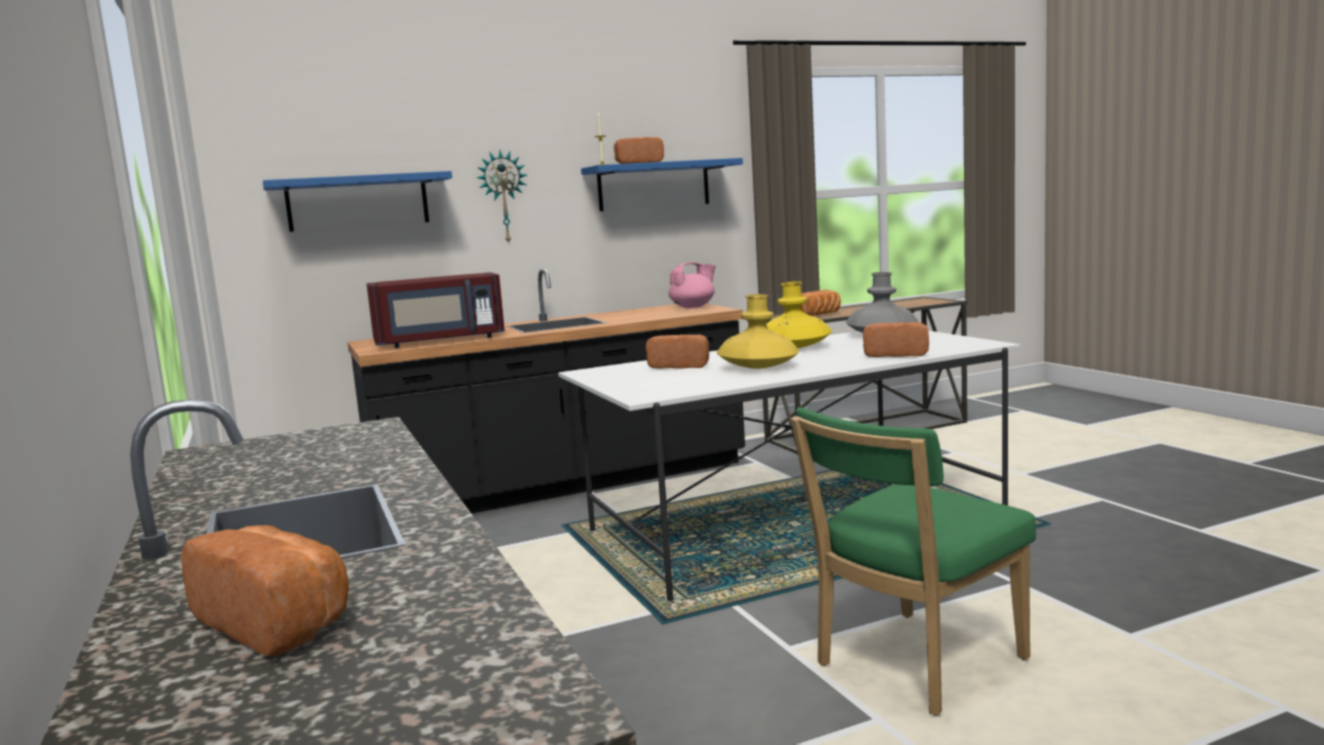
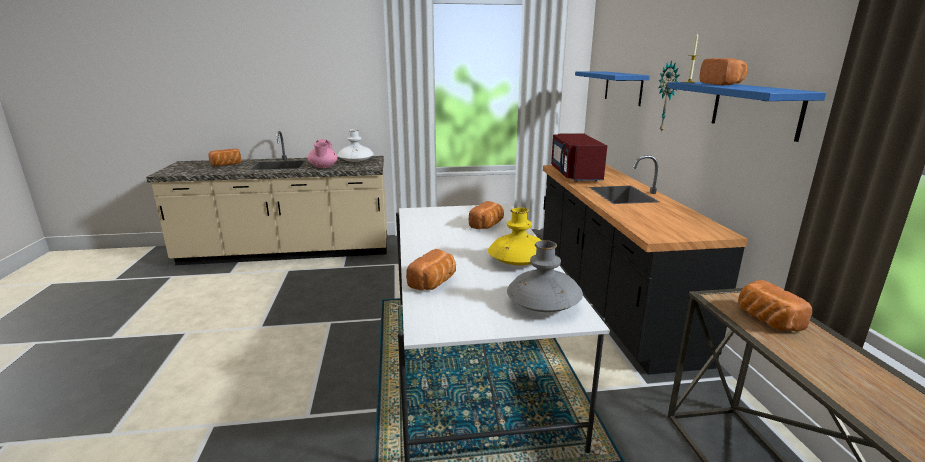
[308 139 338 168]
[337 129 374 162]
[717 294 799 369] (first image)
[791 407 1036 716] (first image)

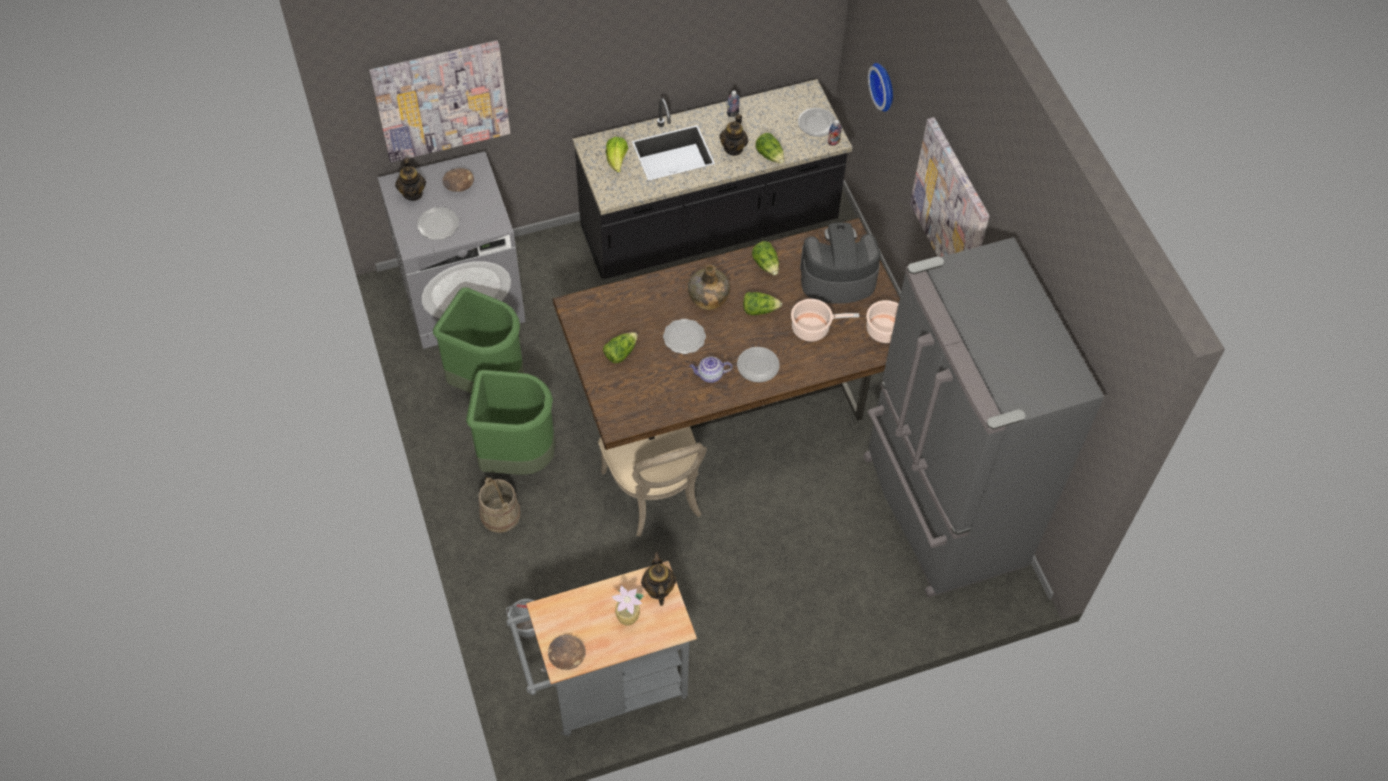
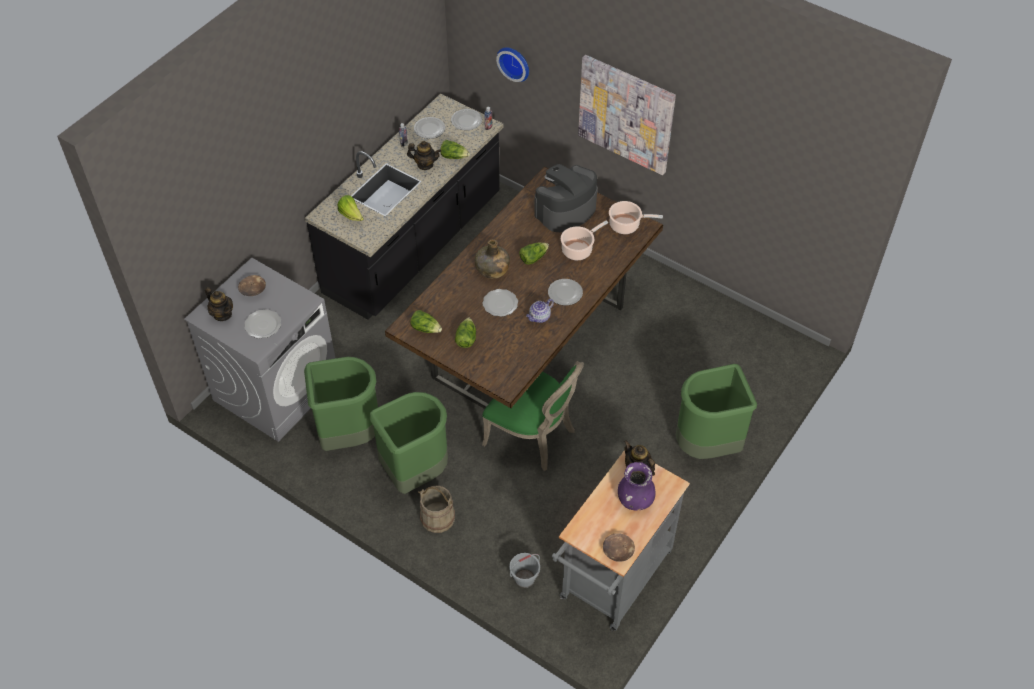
[407 141 441 170]
[410 310 442 333]
[414 117 445 139]
[482 361 584 471]
[618 462 655 510]
[676 364 757 459]
[369 40 510 162] (first image)
[863 237 1104 598] (first image)

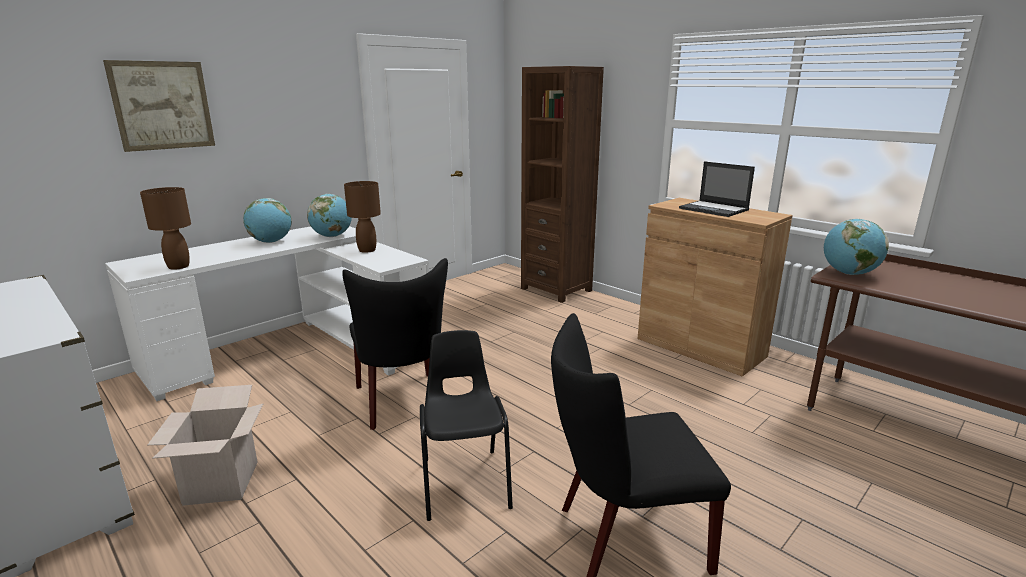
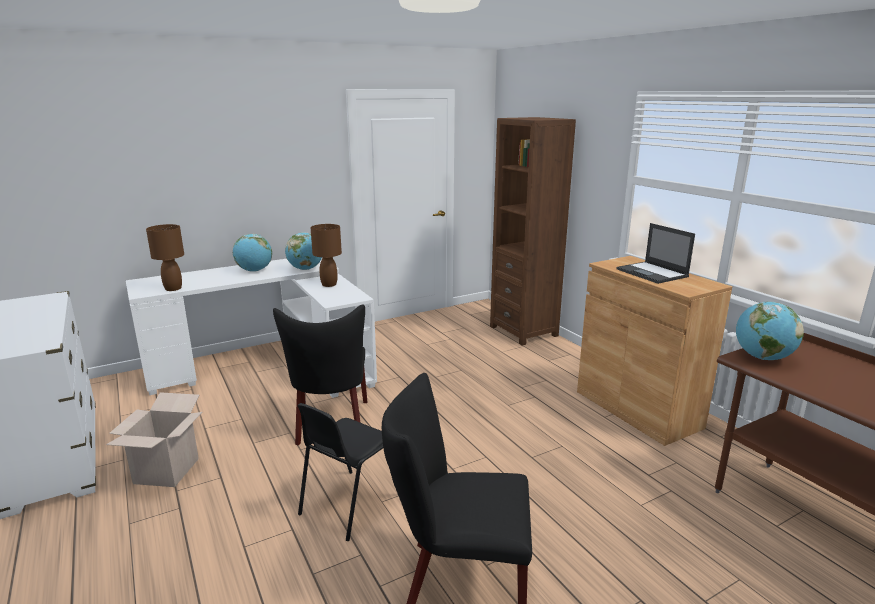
[298 403 383 541]
[103 60 215 152] (first image)

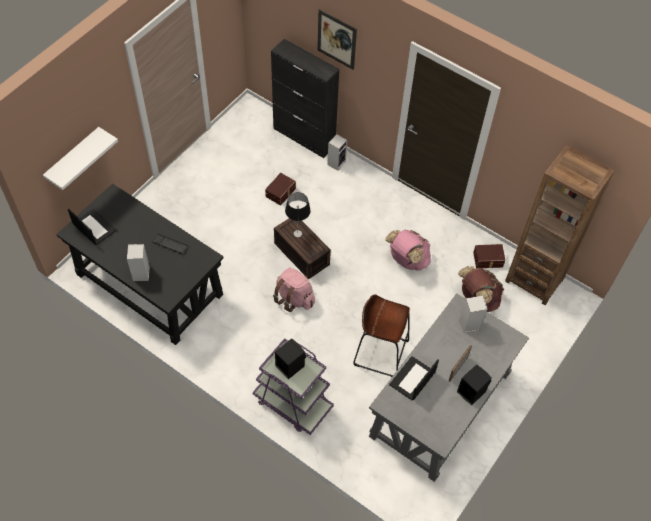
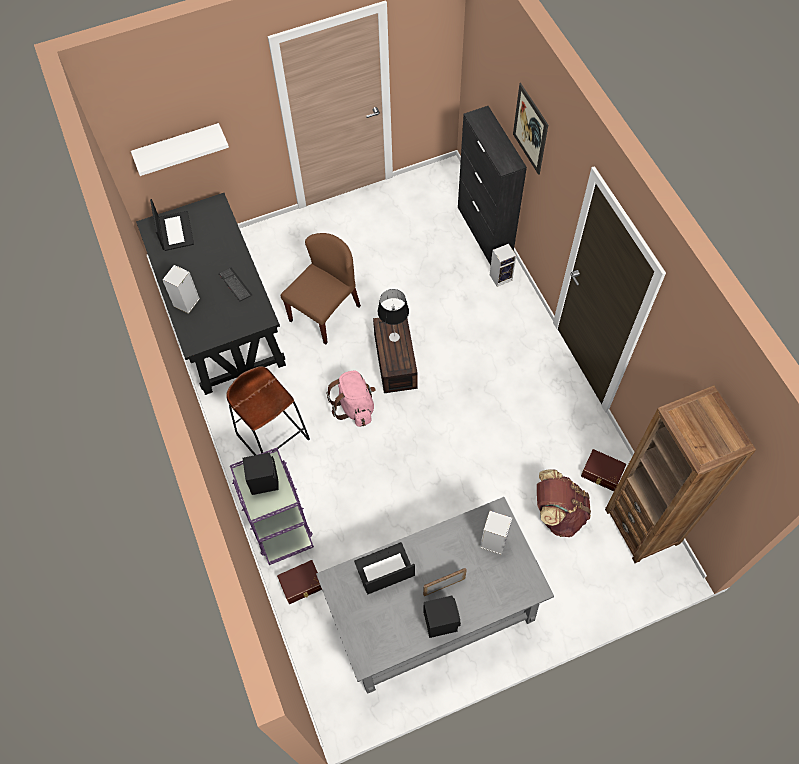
[226 366 310 455]
[277 560 322 604]
[281 233 361 344]
[385 230 431 271] (first image)

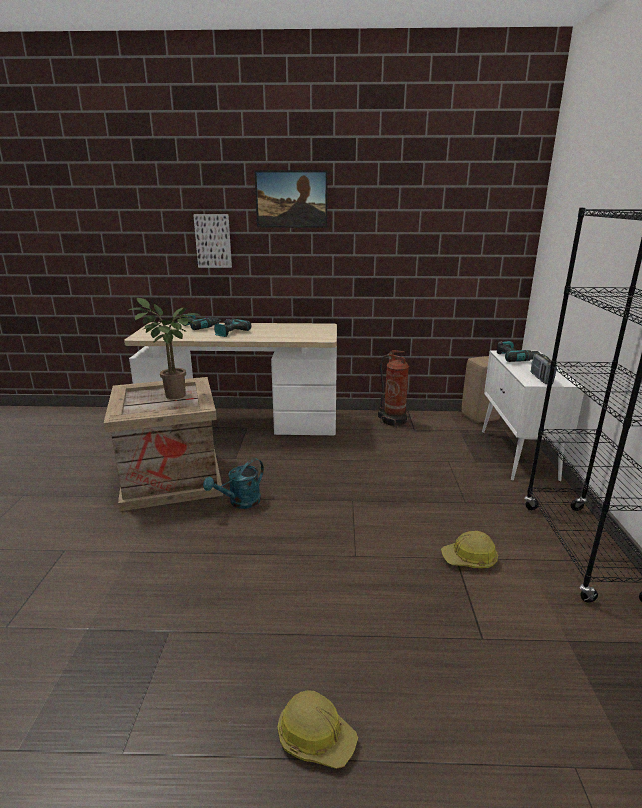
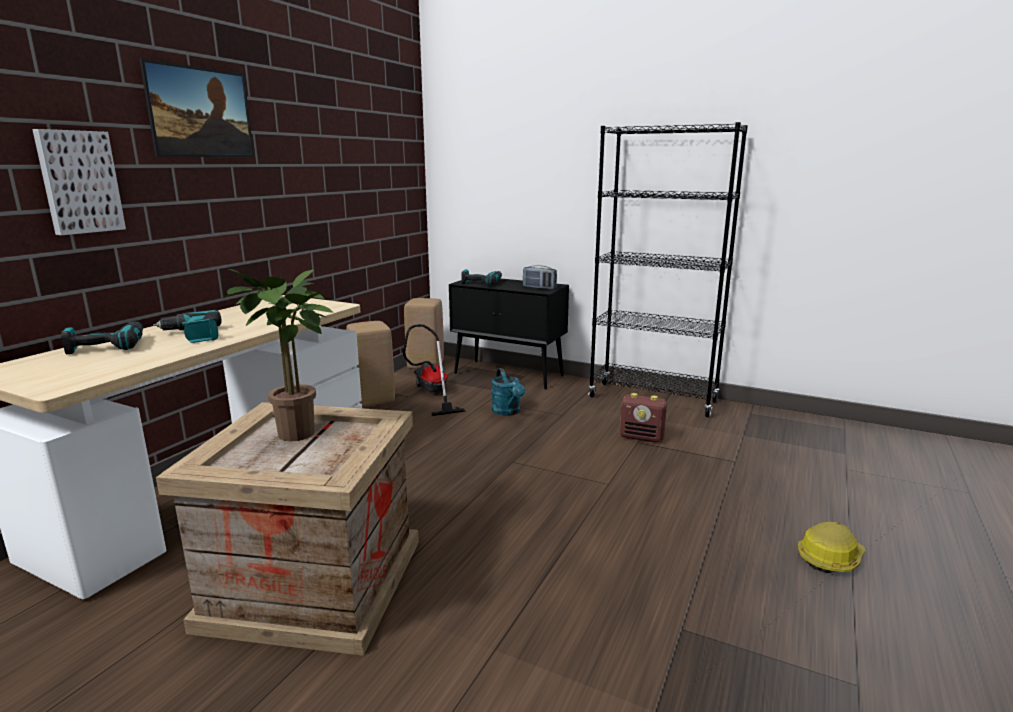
[346 321 395 407]
[403 324 466 416]
[449 278 569 390]
[492 368 525 416]
[619 393 667 442]

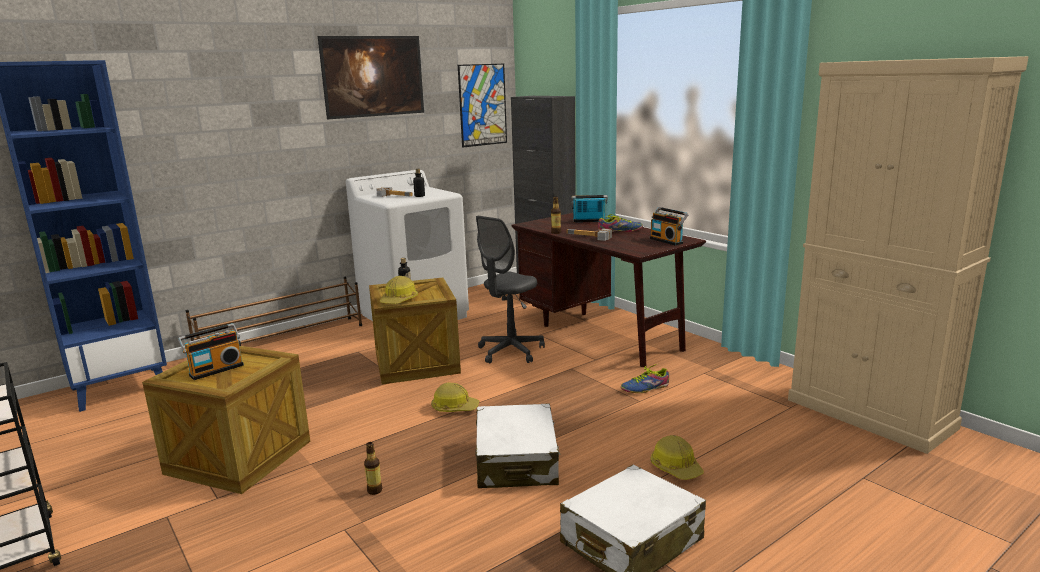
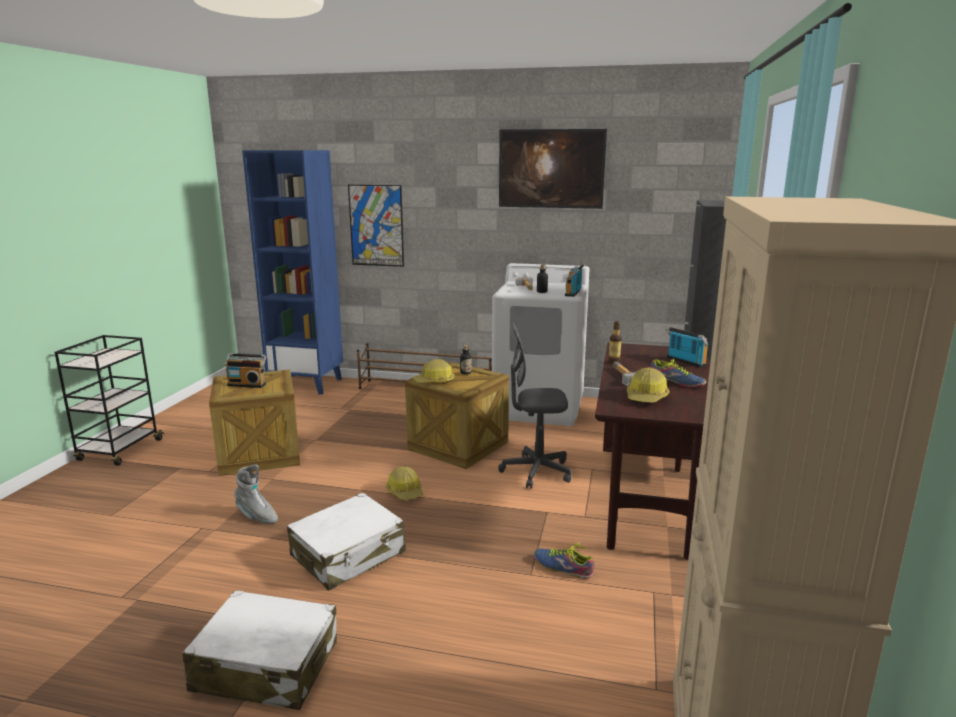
[234 464 278 524]
[348 184 404 267]
[565 263 585 297]
[627 367 670 403]

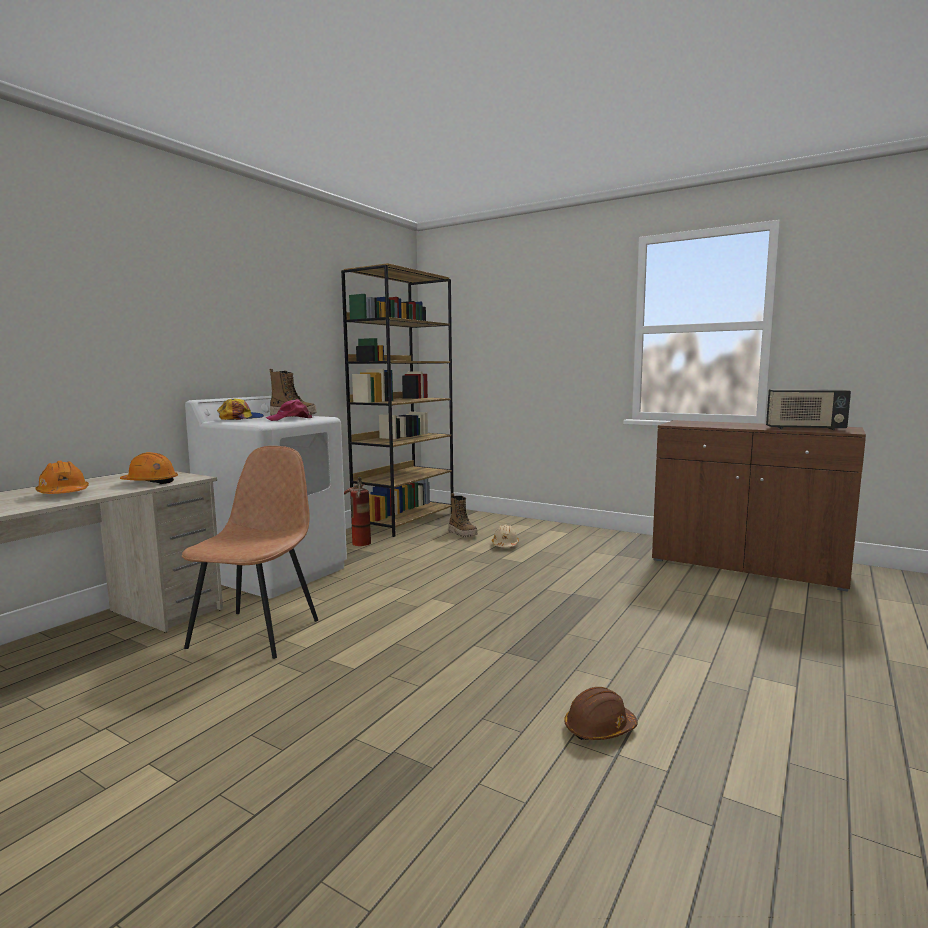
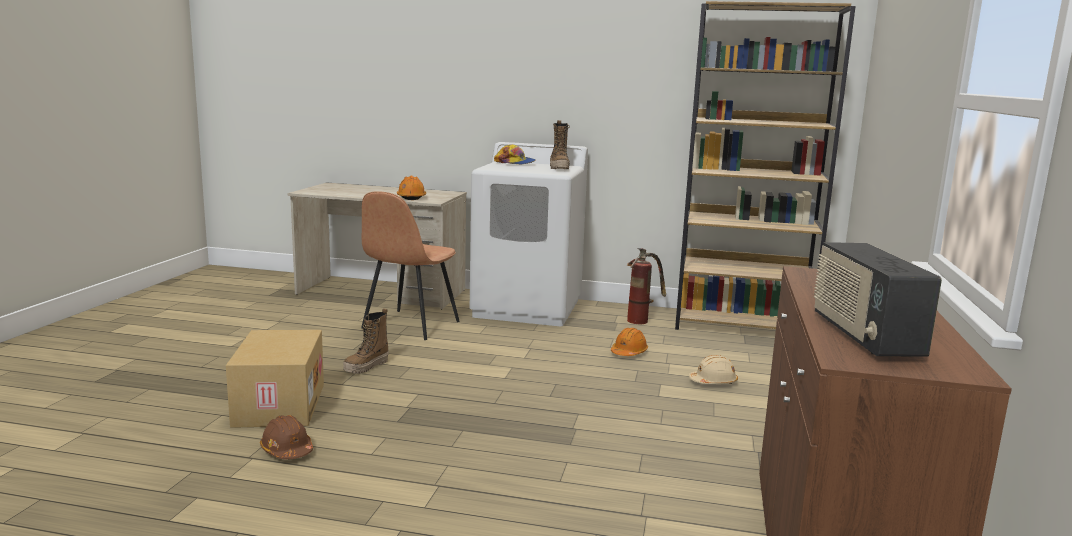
[226 330 324 428]
[343 308 389 374]
[361 191 459 340]
[611 328 648 356]
[266 399 312 421] (first image)

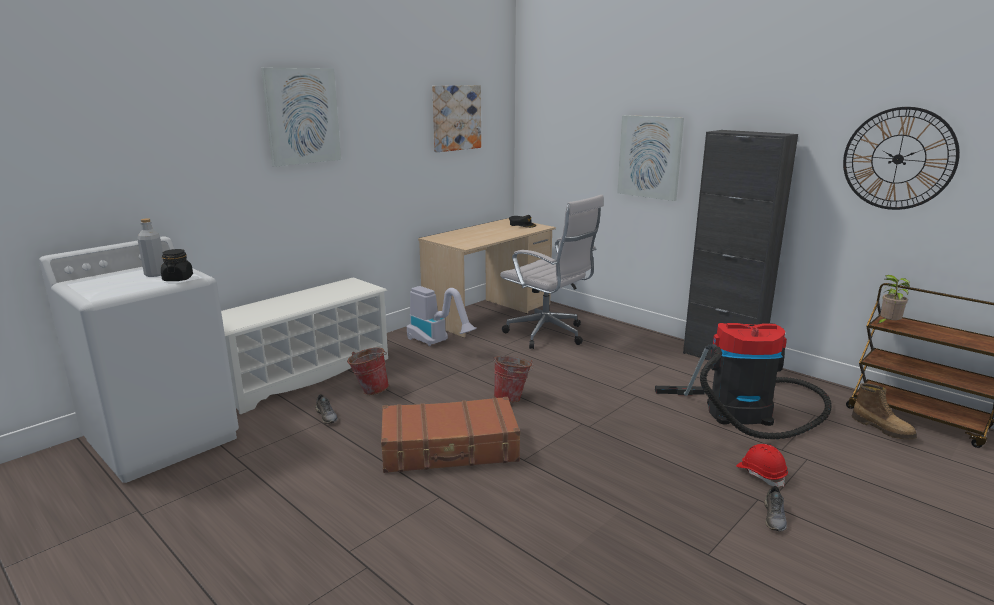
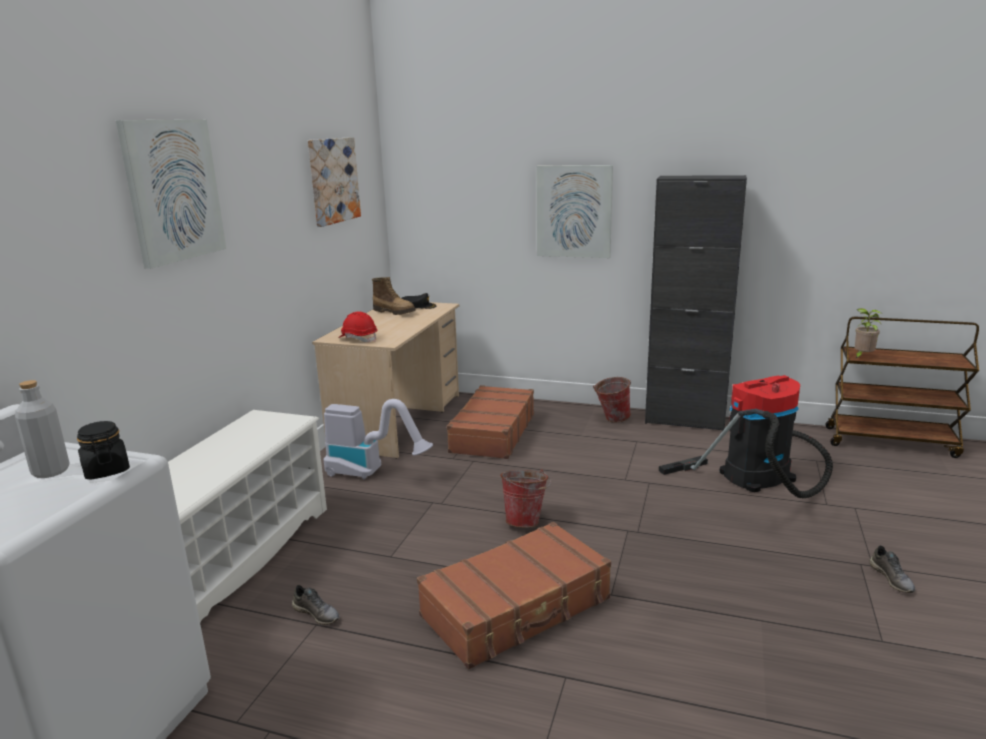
[338 311 377 342]
[372 277 416 315]
[446 385 534 459]
[593 377 631 423]
[843 107 960 210] (first image)

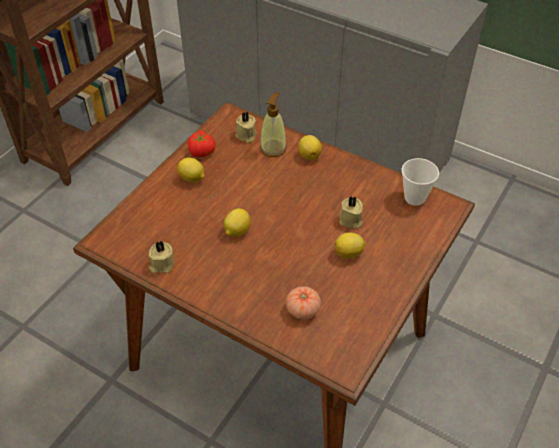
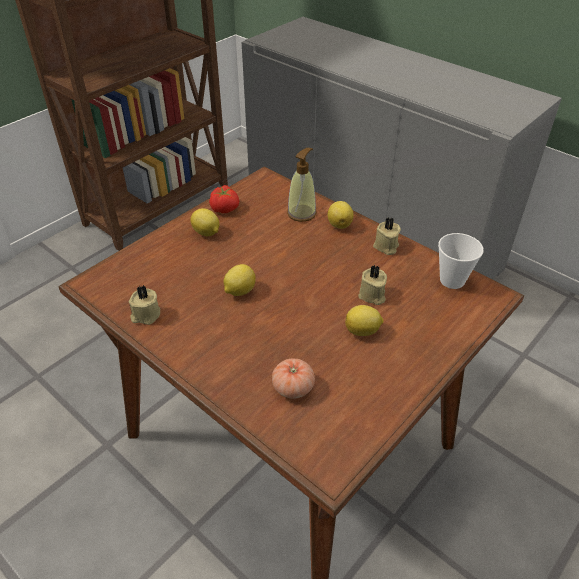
[373 218 401 255]

